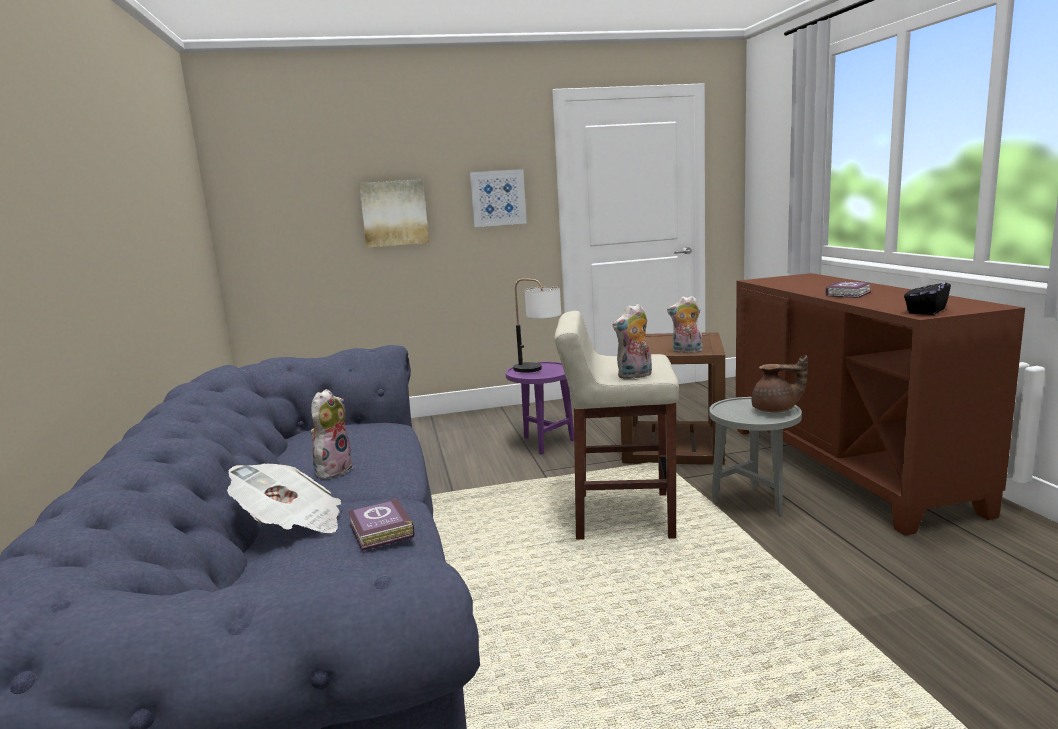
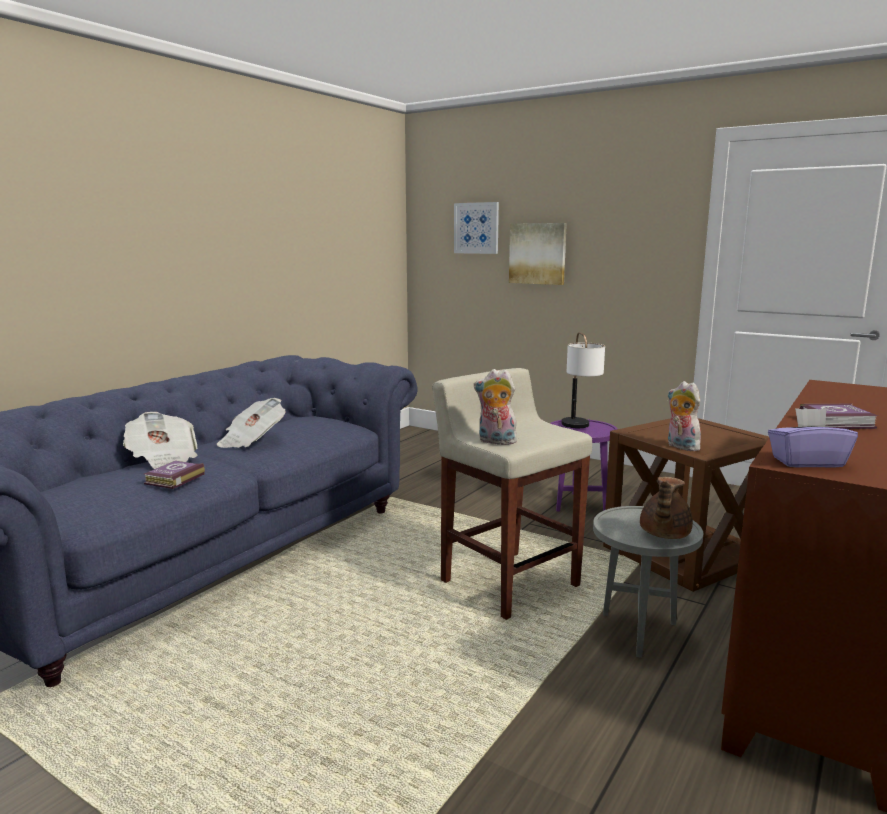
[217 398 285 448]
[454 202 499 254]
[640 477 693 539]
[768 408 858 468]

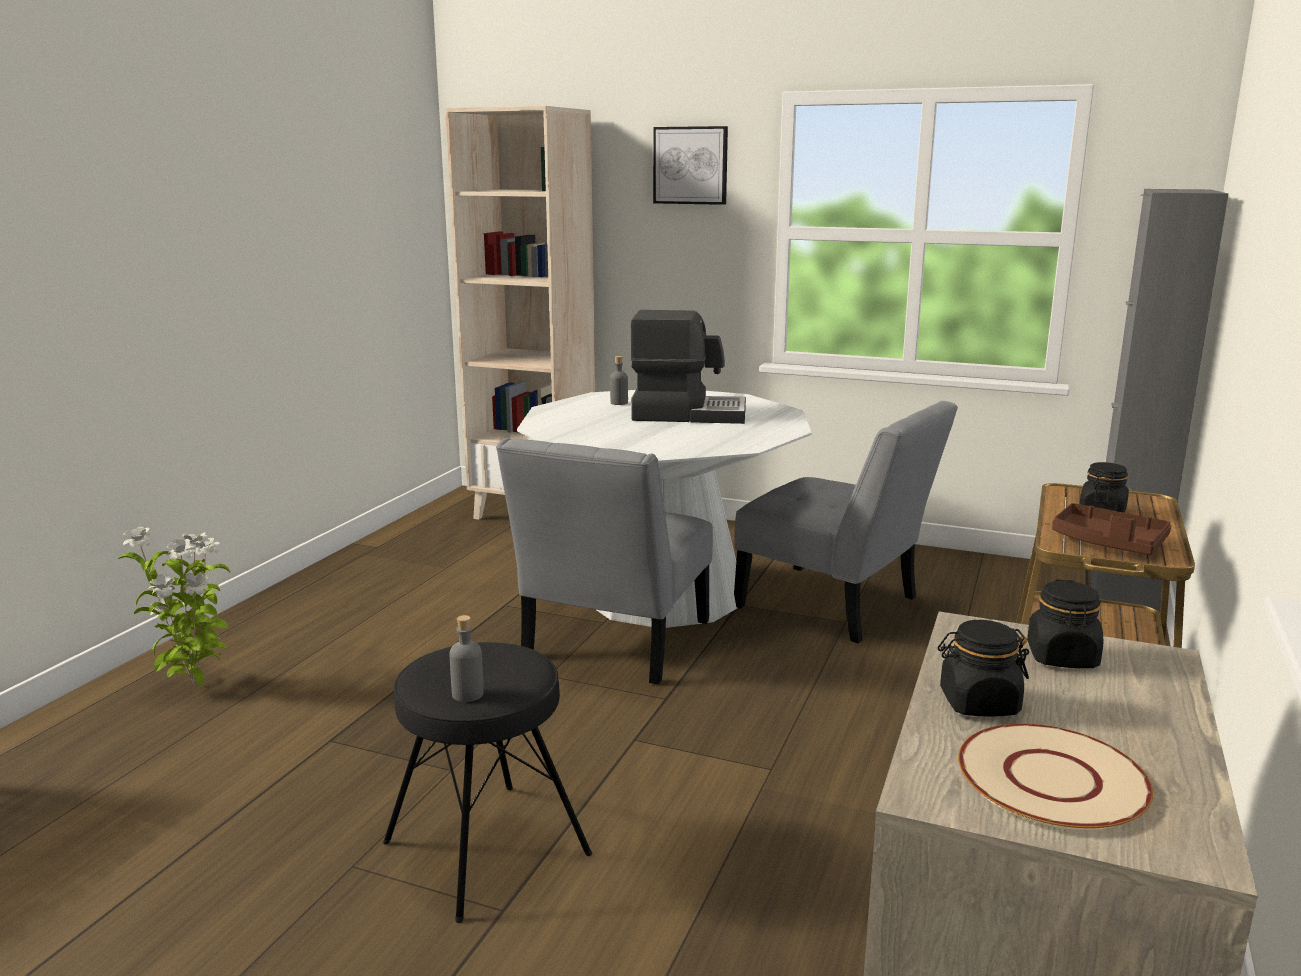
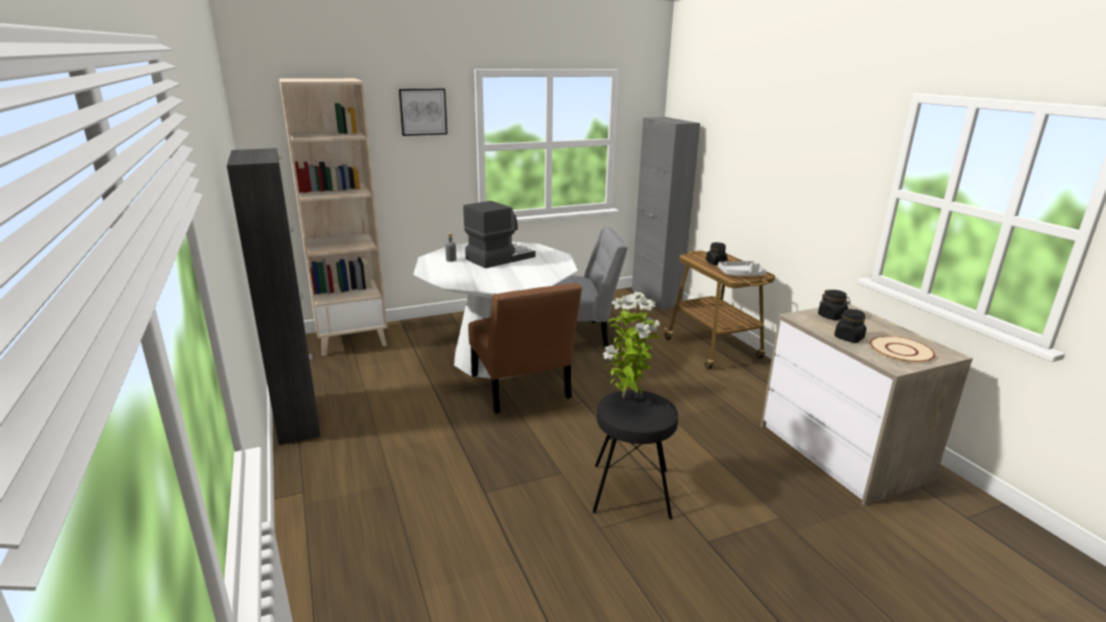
[227 148 321 445]
[468 283 582 414]
[603 292 660 398]
[718 261 767 276]
[449 615 484 702] (first image)

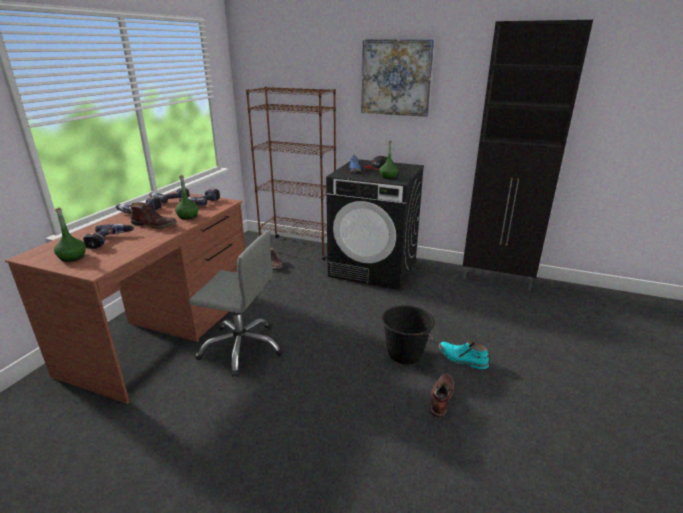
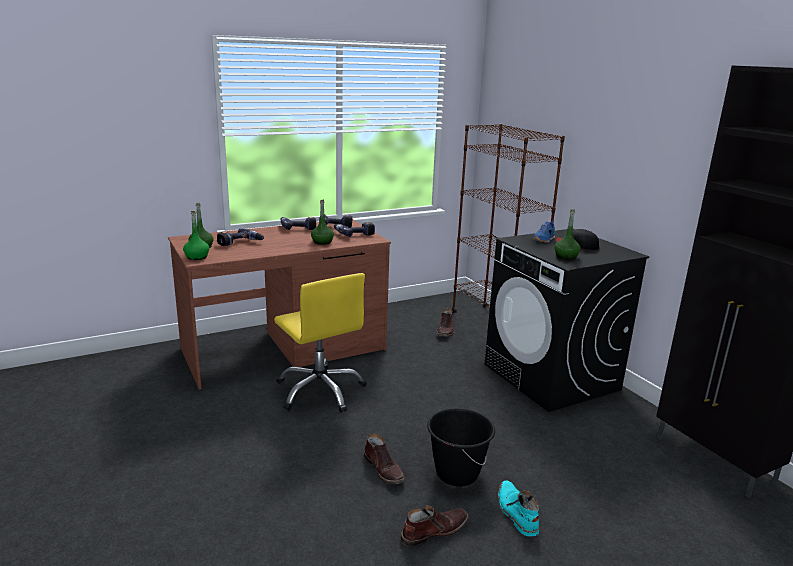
[183 210 209 260]
[274 273 367 413]
[364 434 405 484]
[361 39 435 117] (first image)

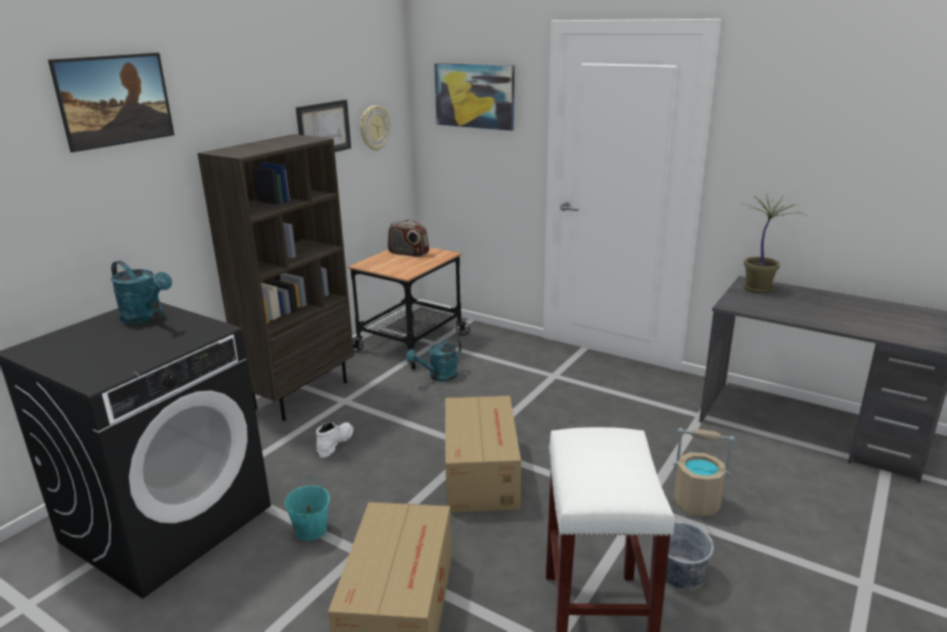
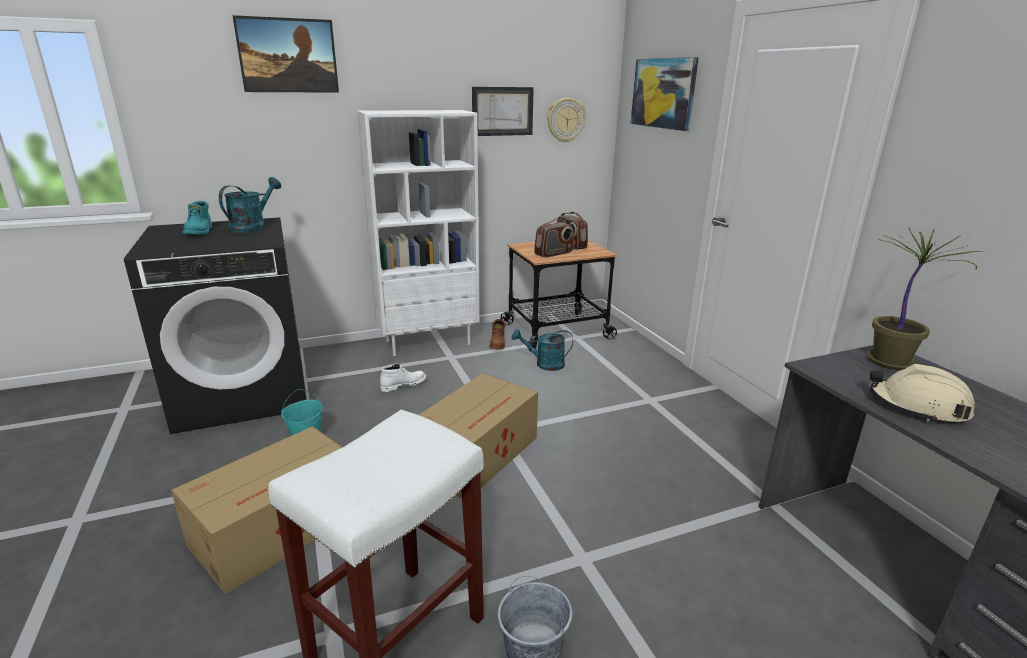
[183 201 212 235]
[219 177 281 233]
[357 110 480 356]
[489 319 505 350]
[534 218 574 258]
[869 364 975 423]
[673 428 735 516] (first image)

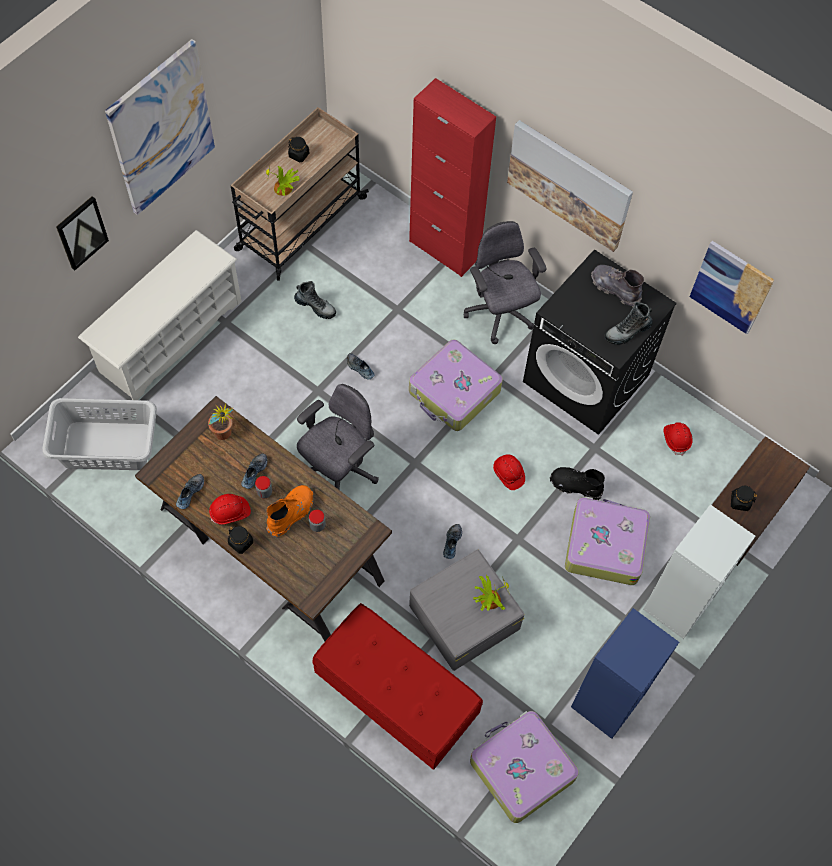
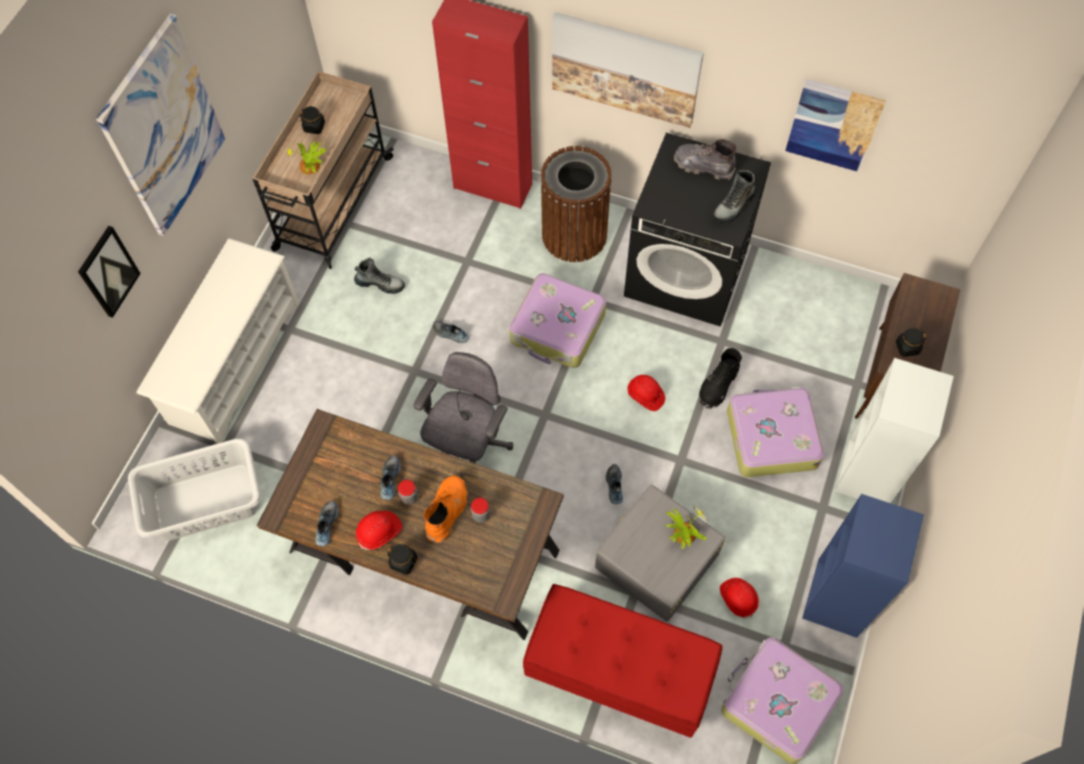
[541 146 612 262]
[699 348 742 409]
[720 578 759 619]
[208 403 234 440] (first image)

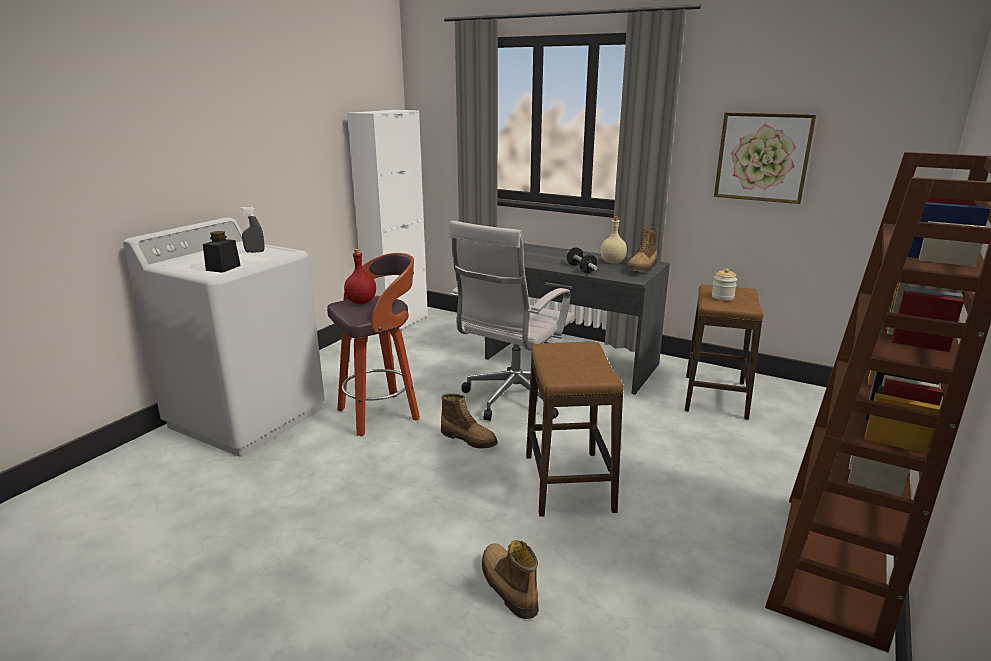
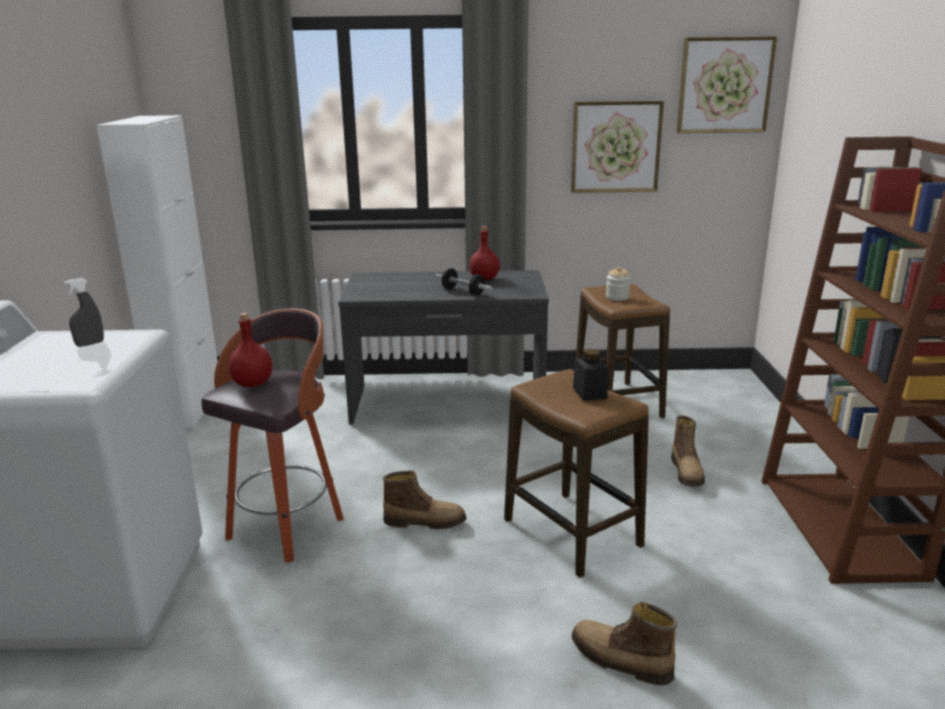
[469 226 500 280]
[573 349 608 401]
[671 415 705 487]
[676 36 777 133]
[449 221 574 421] (first image)

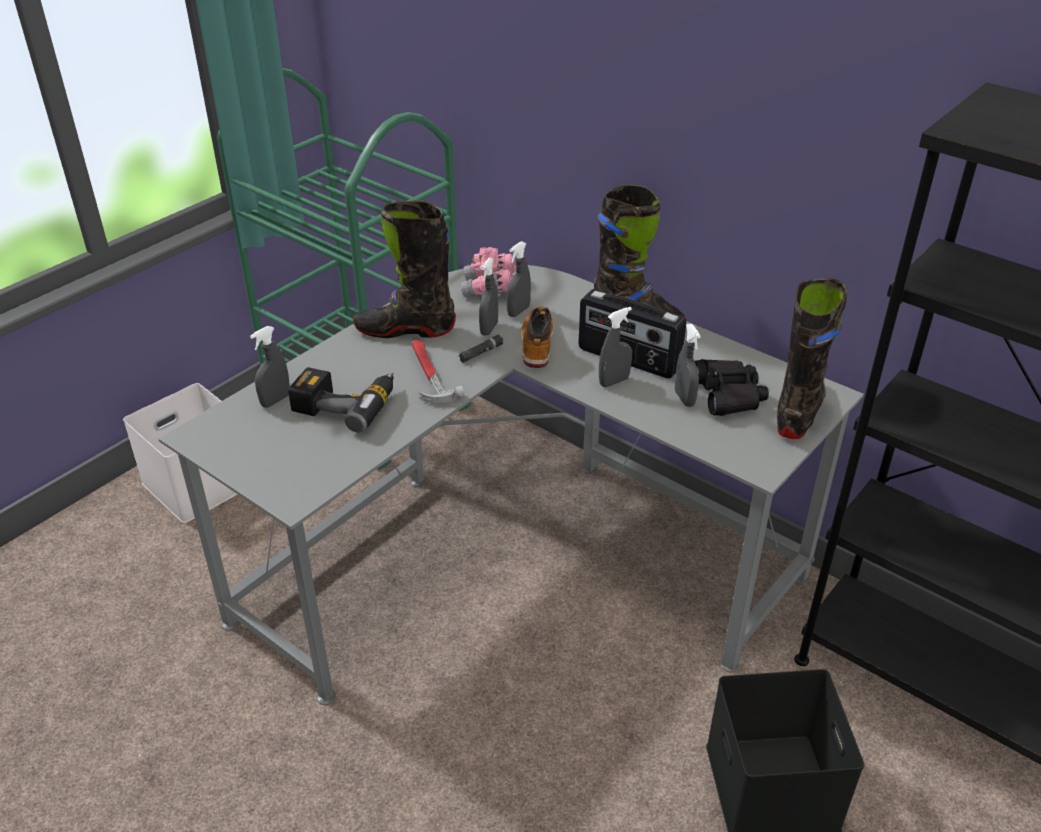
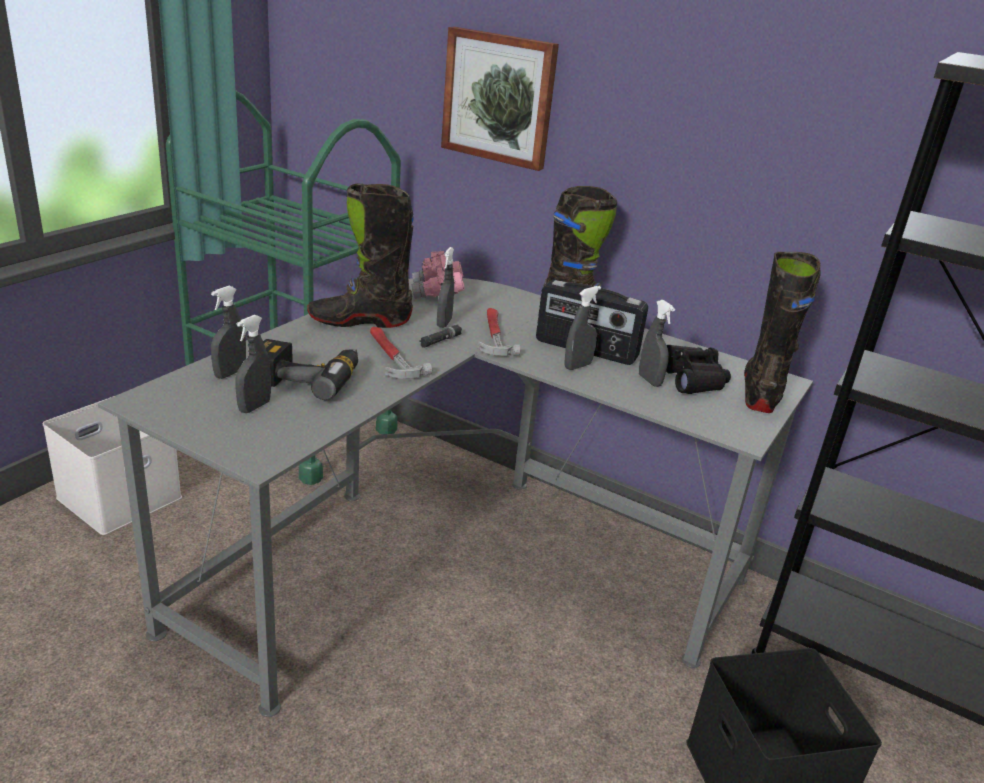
[235 315 271 413]
[441 27 559 171]
[478 308 520 356]

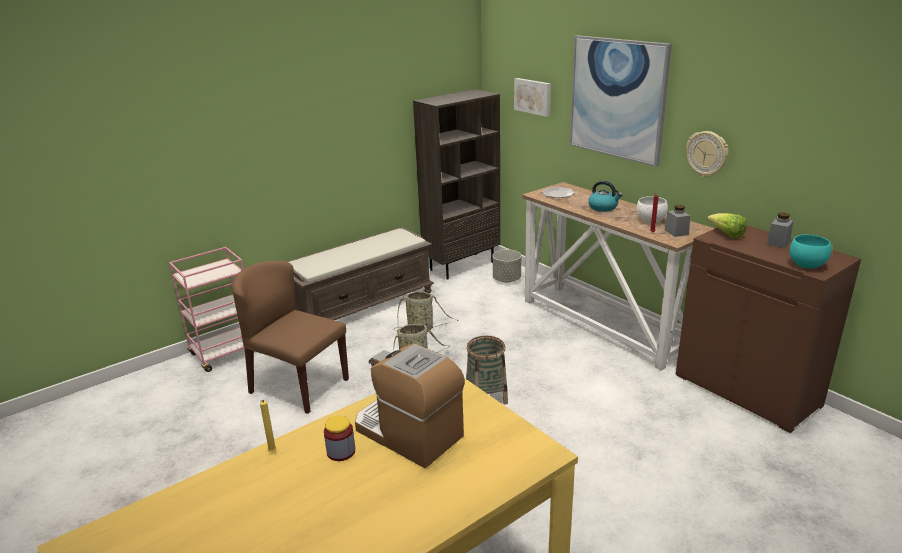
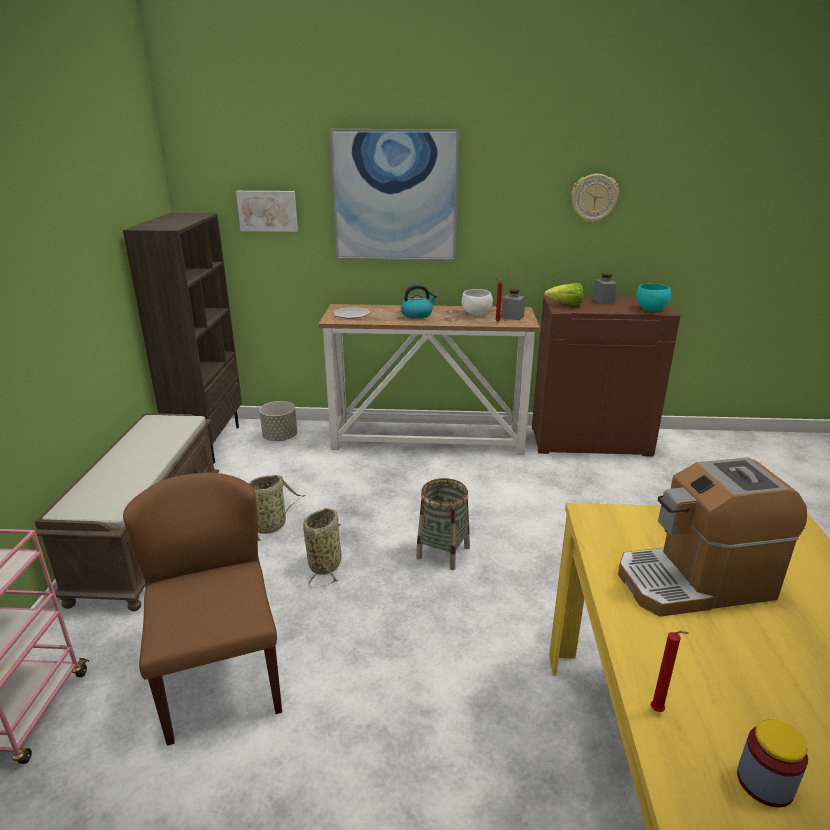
[123 472 282 746]
[571 174 619 223]
[651 631 689 712]
[737 719 808 808]

